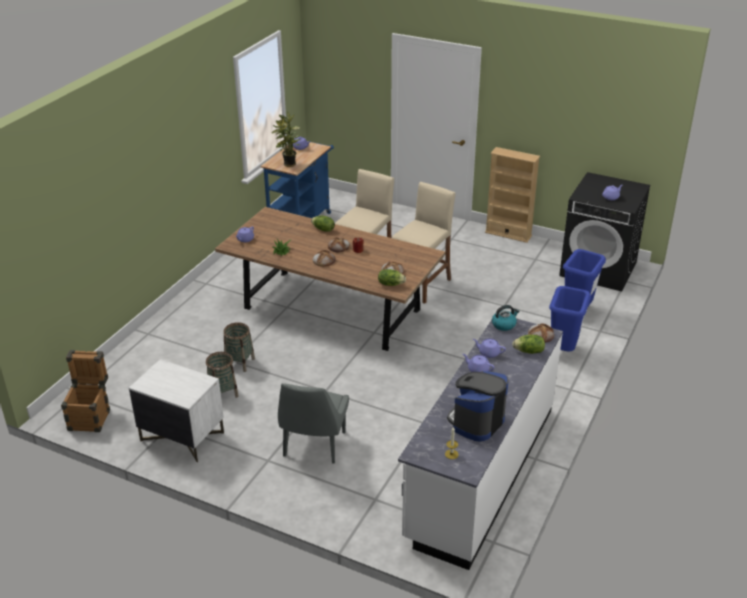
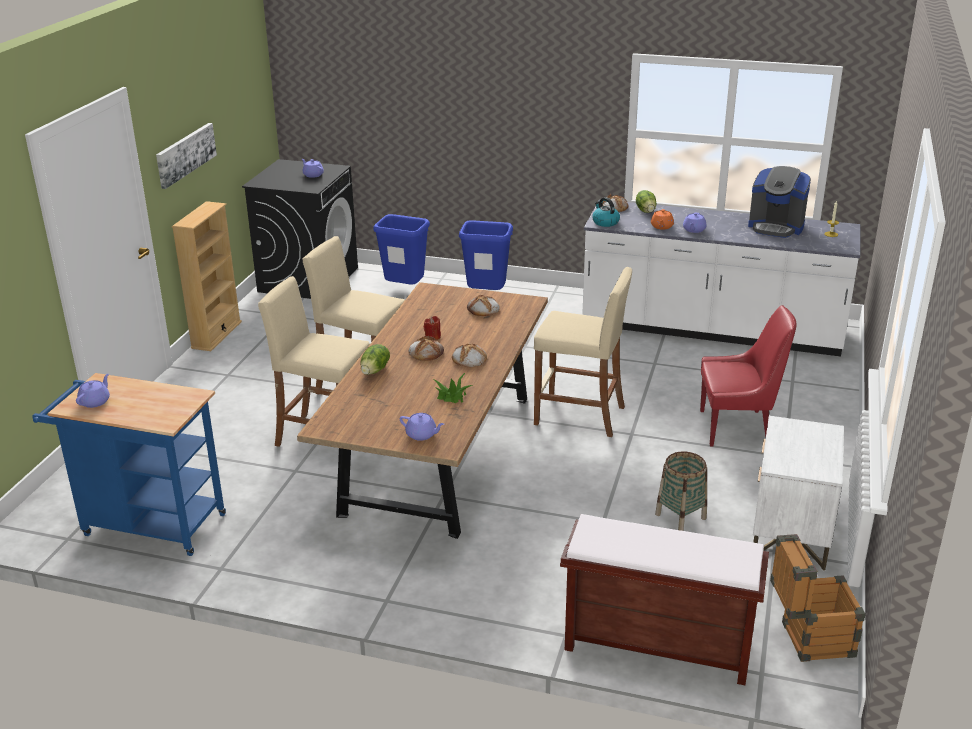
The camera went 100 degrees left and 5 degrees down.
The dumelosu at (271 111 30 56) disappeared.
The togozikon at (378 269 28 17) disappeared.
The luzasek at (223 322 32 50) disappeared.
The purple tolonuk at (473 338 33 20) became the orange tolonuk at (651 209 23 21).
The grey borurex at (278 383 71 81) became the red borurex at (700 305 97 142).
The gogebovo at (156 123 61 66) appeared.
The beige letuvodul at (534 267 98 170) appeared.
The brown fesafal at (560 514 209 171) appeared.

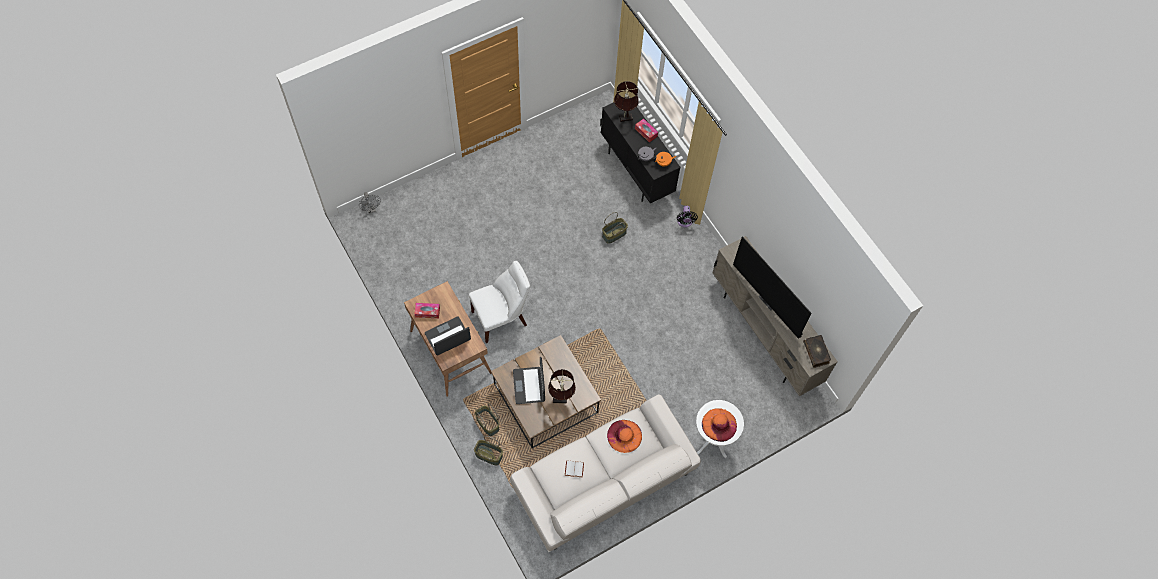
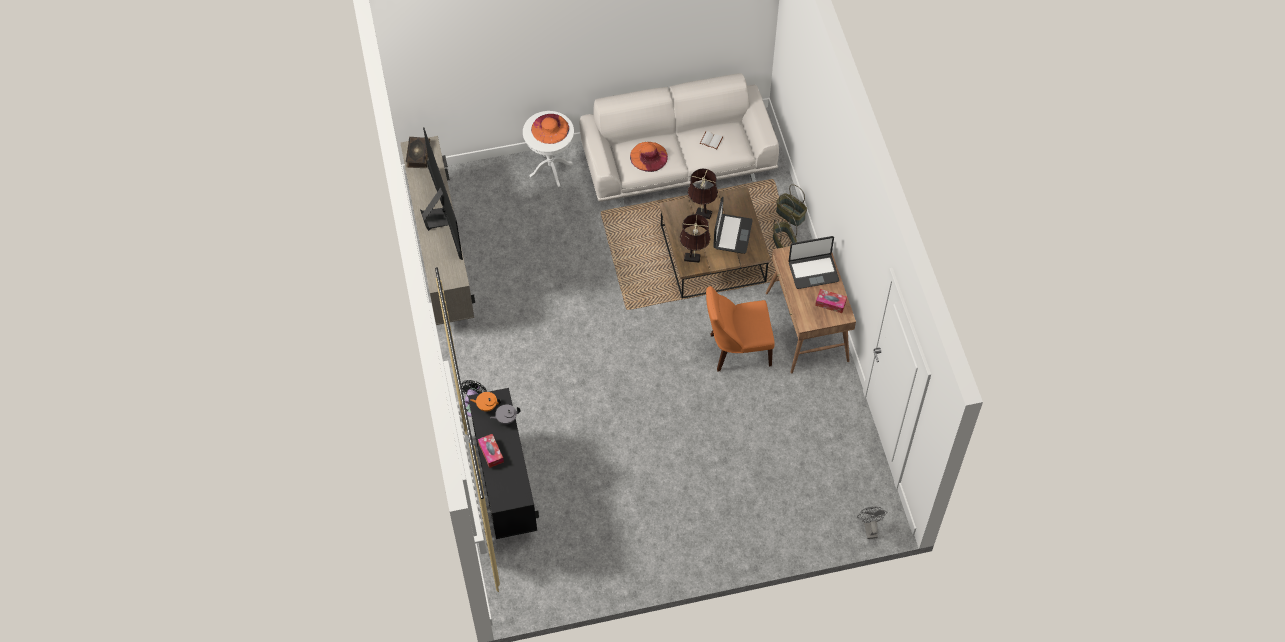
The camera went 160 degrees left and 5 degrees down.
The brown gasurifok moved from (614 81 25 41) to (680 214 31 49).
The luzasek at (602 212 26 32) disappeared.
The white borurex at (469 261 61 82) became the orange borurex at (706 286 69 86).

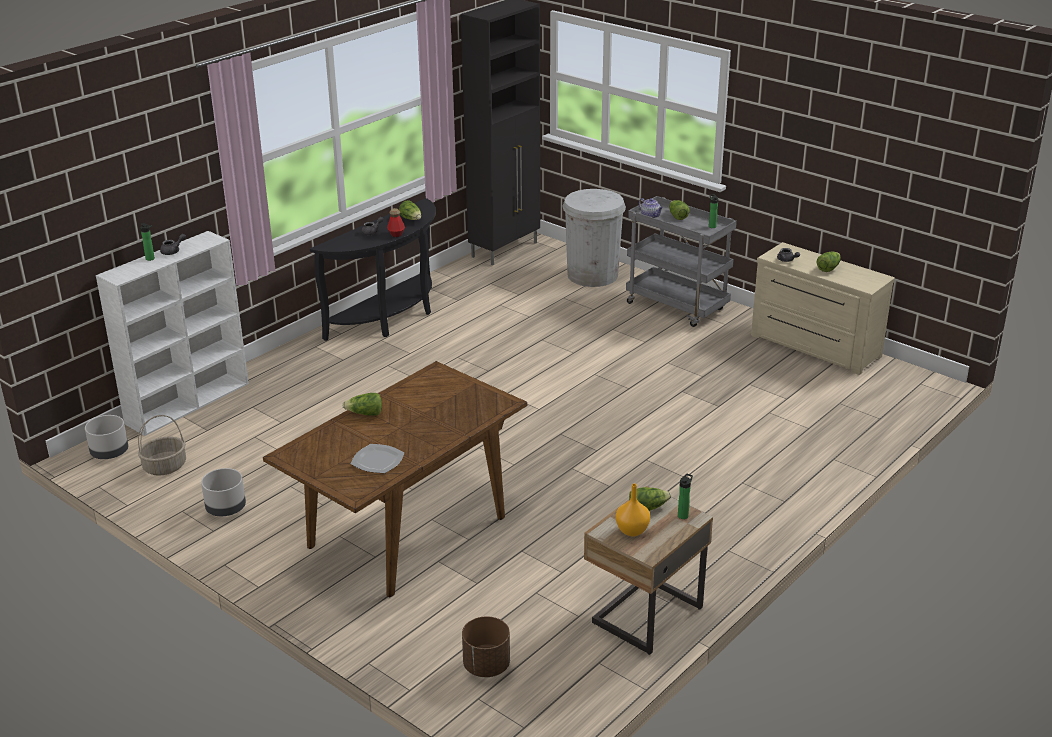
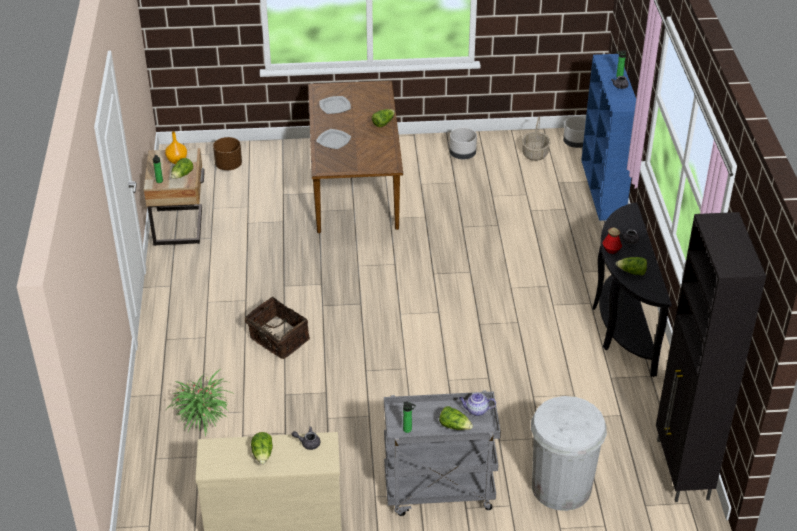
The camera went 135 degrees right and 10 degrees up.
The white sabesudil at (96 231 153 205) became the blue sabesudil at (581 54 55 167).
The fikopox at (316 129 36 20) appeared.
The luzasek at (245 297 65 62) appeared.
The dumelosu at (164 368 71 68) appeared.

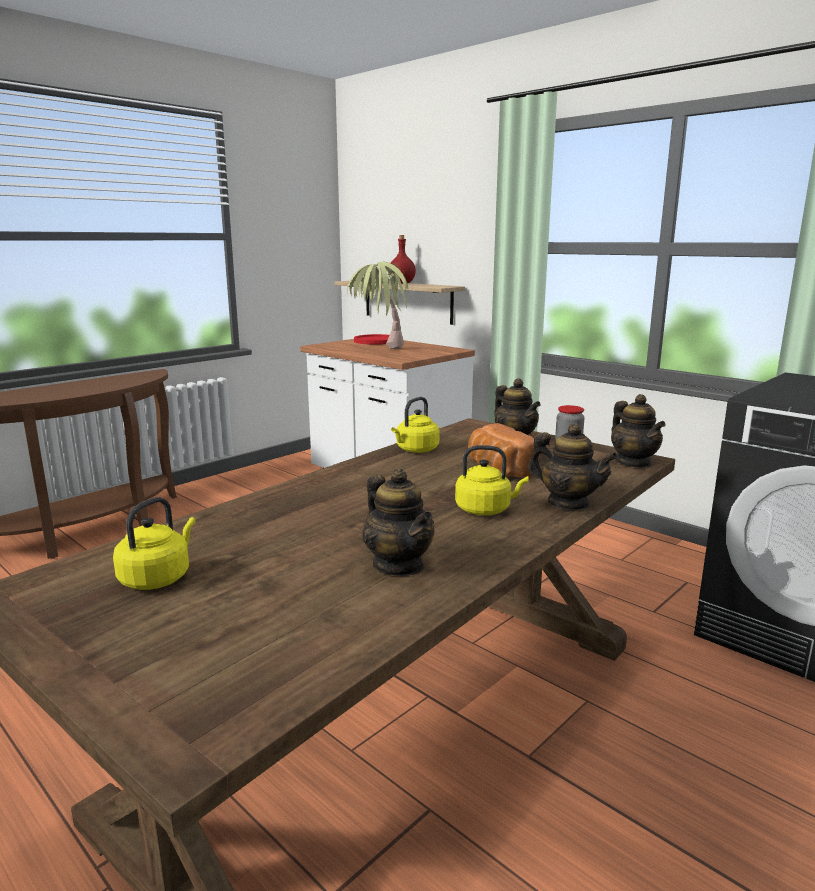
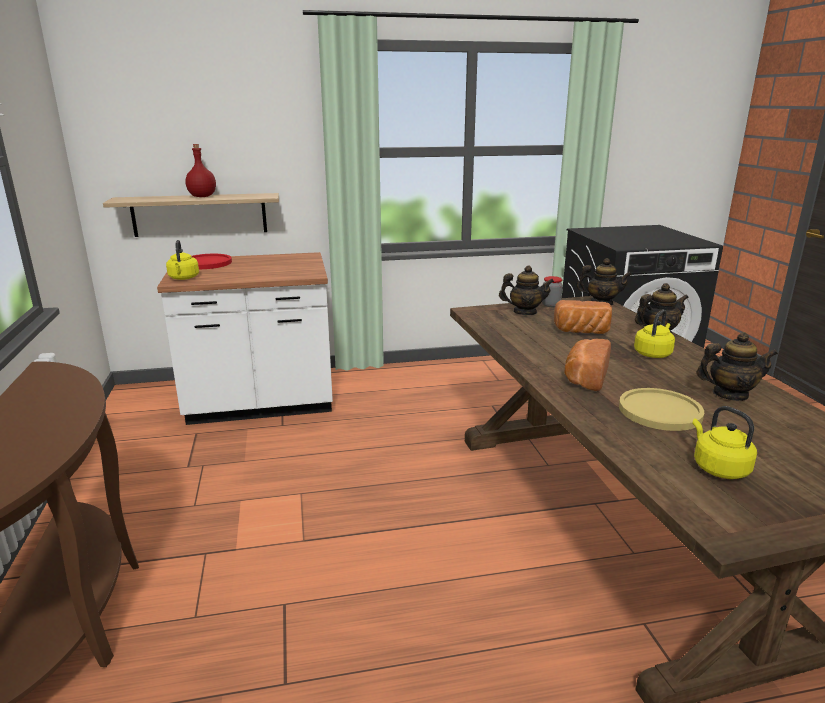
The camera went 55 degrees left and 5 degrees up.
The dumelosu at (347 262 66 87) disappeared.
The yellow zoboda moved from (391 397 49 56) to (166 240 33 40).
The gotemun at (565 339 46 52) appeared.
The yellow fikopox at (619 388 85 43) appeared.

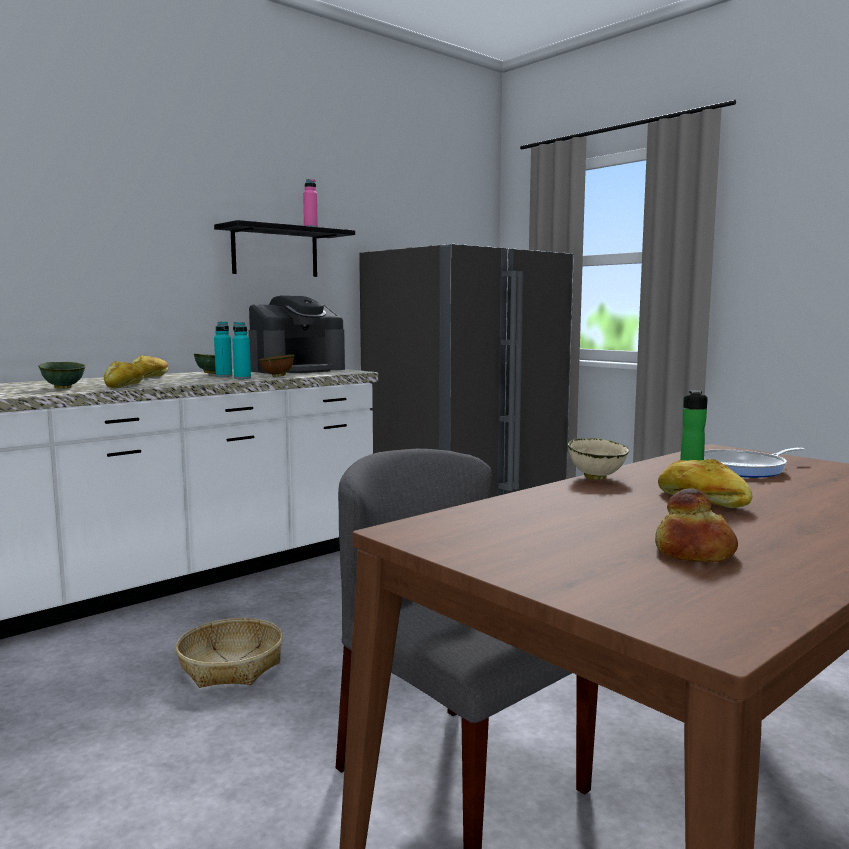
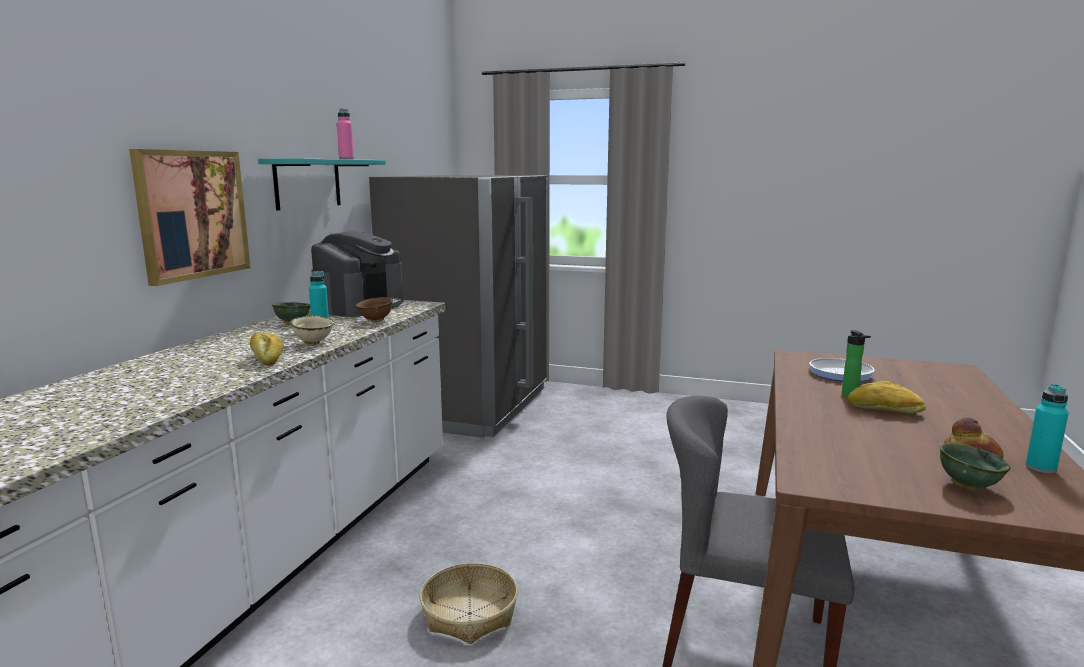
The camera went 30 degrees left and 5 degrees up.
The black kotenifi at (214 220 141 57) became the turquoise kotenifi at (258 158 128 53).
The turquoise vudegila moved from (232 322 19 57) to (1026 384 43 89).
The gotemun at (131 355 38 23) disappeared.
The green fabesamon moved from (38 362 48 27) to (940 443 71 47).
The beige fabesamon moved from (568 438 61 42) to (290 315 44 30).
The gogebovo at (129 149 122 137) appeared.

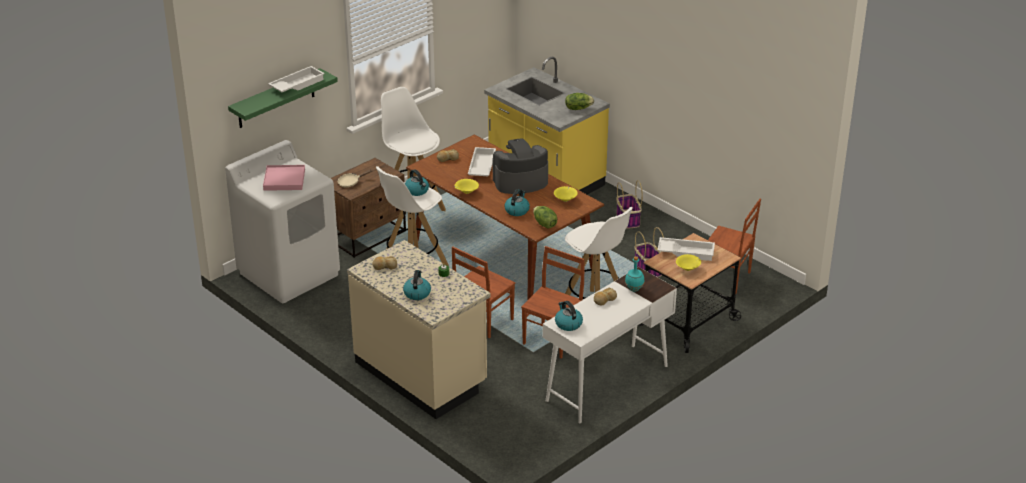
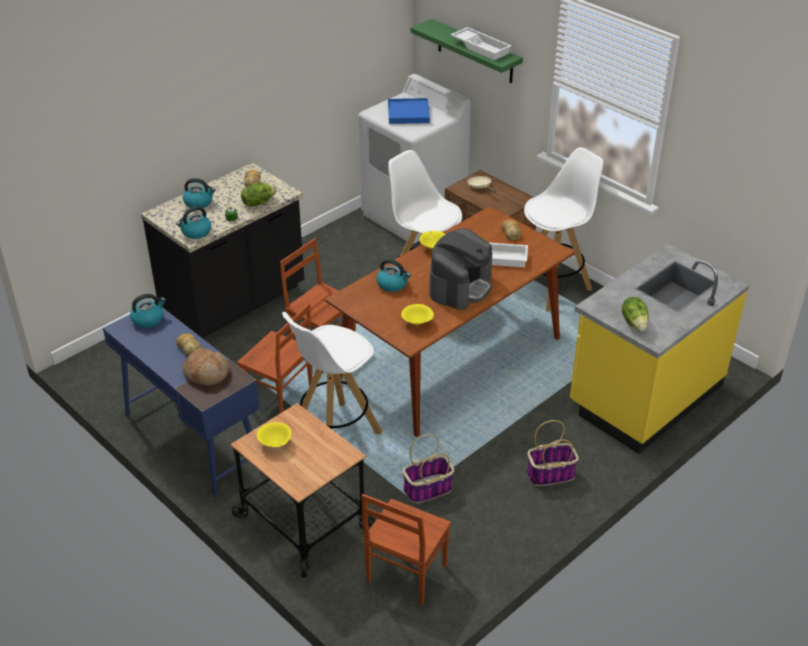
The camera went 90 degrees right and 5 degrees up.
The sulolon at (493 138 55 56) turned 45 degrees clockwise.
The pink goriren at (263 165 42 26) became the blue goriren at (388 98 42 26).
The zoboda moved from (405 169 24 27) to (176 206 35 33).
The togozikon moved from (533 206 24 22) to (241 183 36 24).
The white goriren at (658 237 57 24) disappeared.
The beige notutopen at (347 240 144 179) became the black notutopen at (141 163 163 175).
The turquoise vudegila at (625 256 20 35) was replaced by the gotemun at (183 348 47 38).
The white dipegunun at (543 267 134 156) became the blue dipegunun at (103 307 156 189).

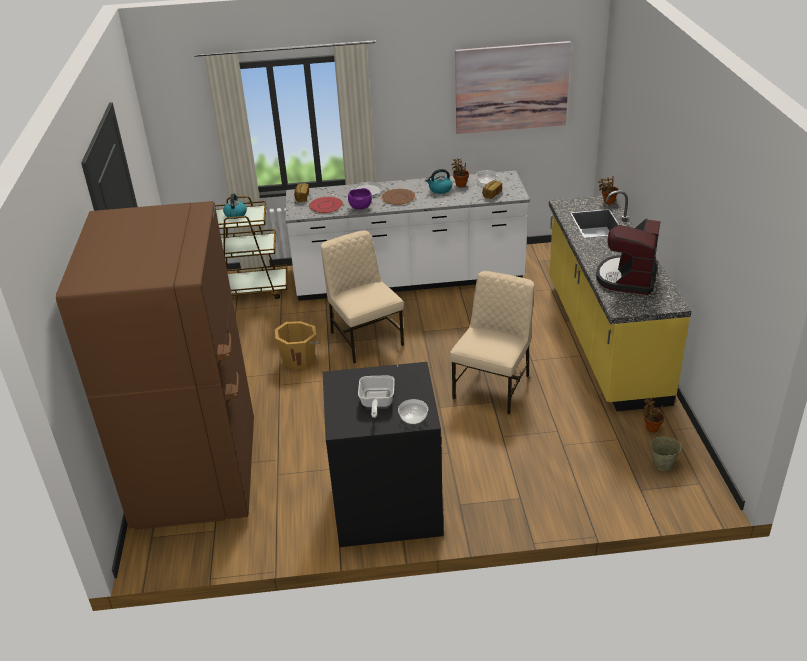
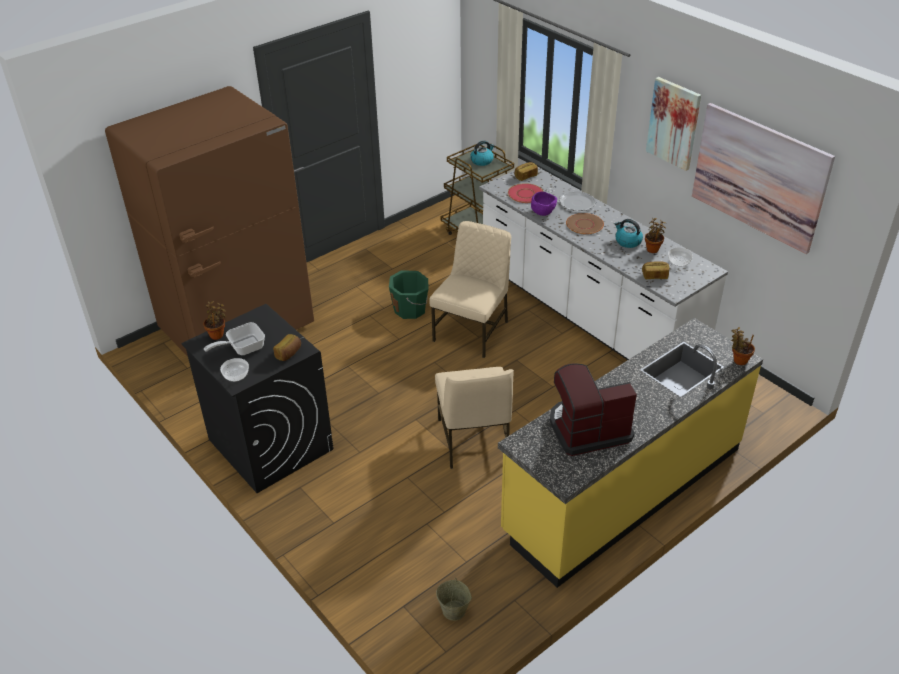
The camera went 55 degrees right and 5 degrees up.
The beige borurex at (450 271 84 143) turned 90 degrees clockwise.
The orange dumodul at (275 321 45 49) became the green dumodul at (389 270 39 49).
The dumelosu moved from (644 398 20 34) to (203 301 23 39).
The gogebovo at (646 77 55 94) appeared.
The gotemun at (273 334 28 27) appeared.

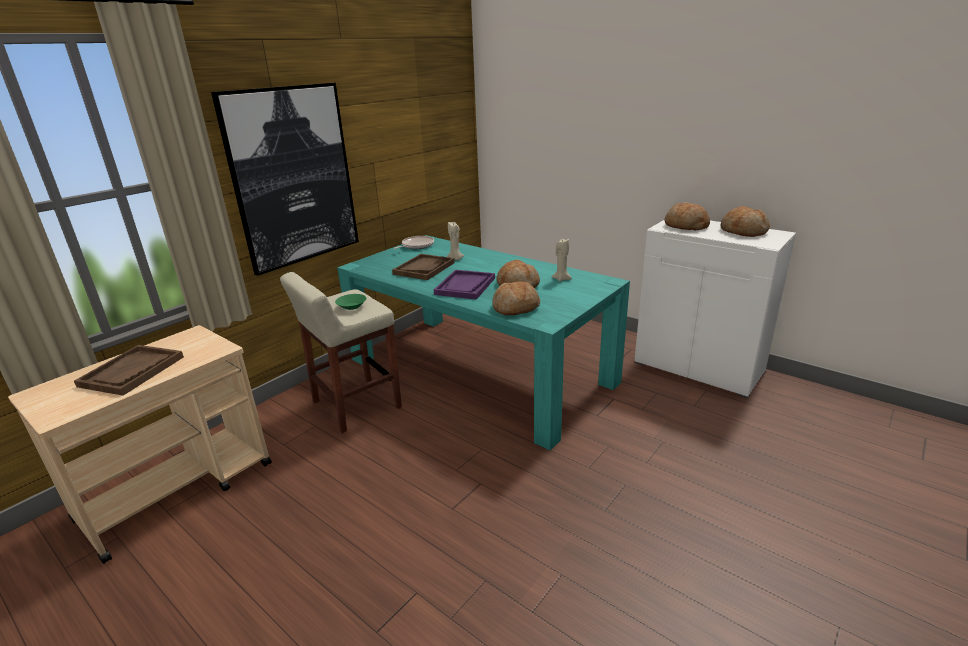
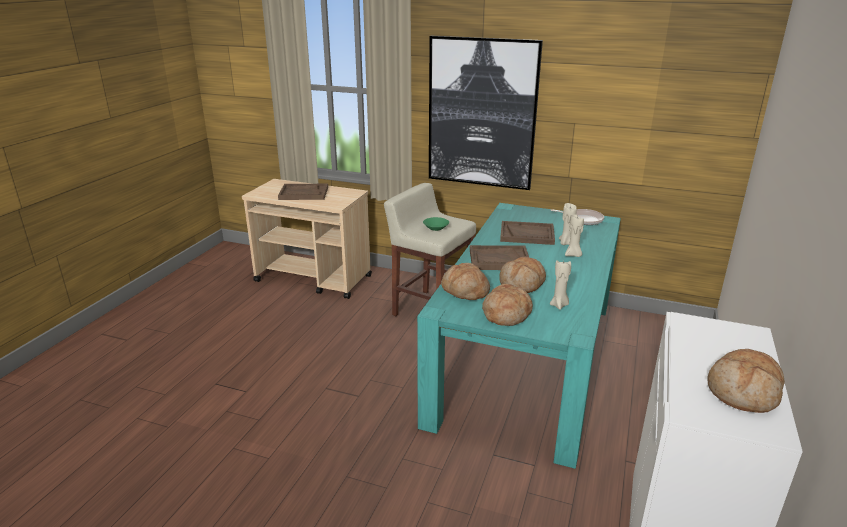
The camera went 70 degrees right and 0 degrees up.
The gotemun moved from (664 202 46 28) to (482 284 51 42).
The purple goriren at (434 270 61 30) became the brown goriren at (470 245 59 25).
The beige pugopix at (565 214 19 43) appeared.

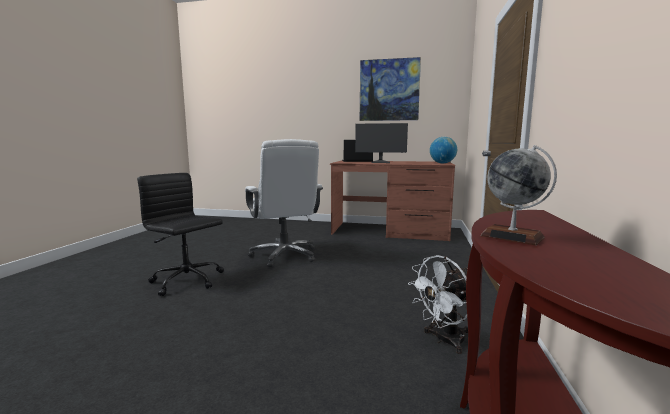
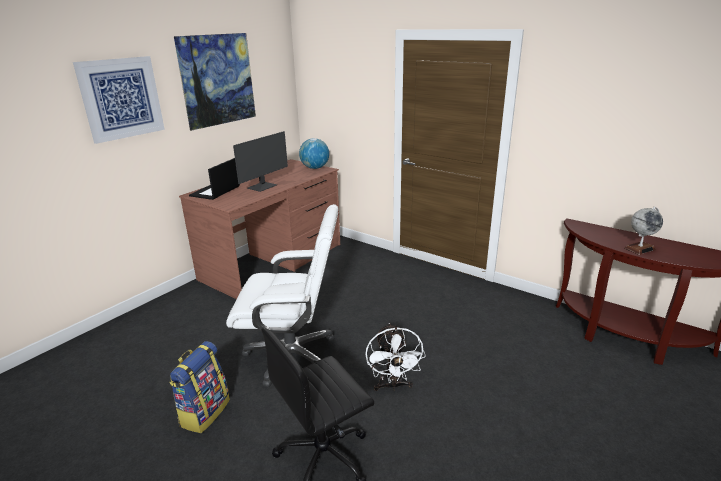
The camera went 65 degrees left and 15 degrees up.
The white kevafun moved from (408 255 60 99) to (365 323 61 68).
The gogebovo at (73 56 92 88) appeared.
The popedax at (169 341 61 92) appeared.

